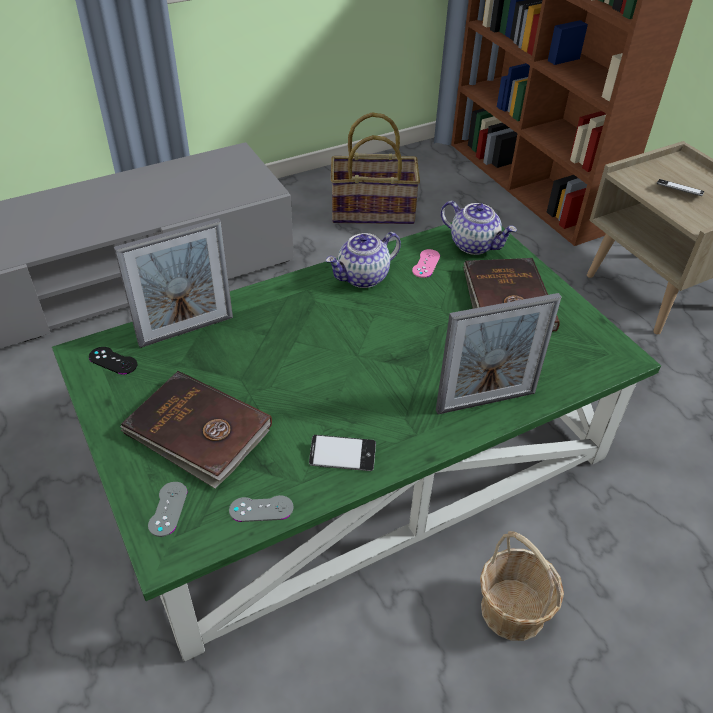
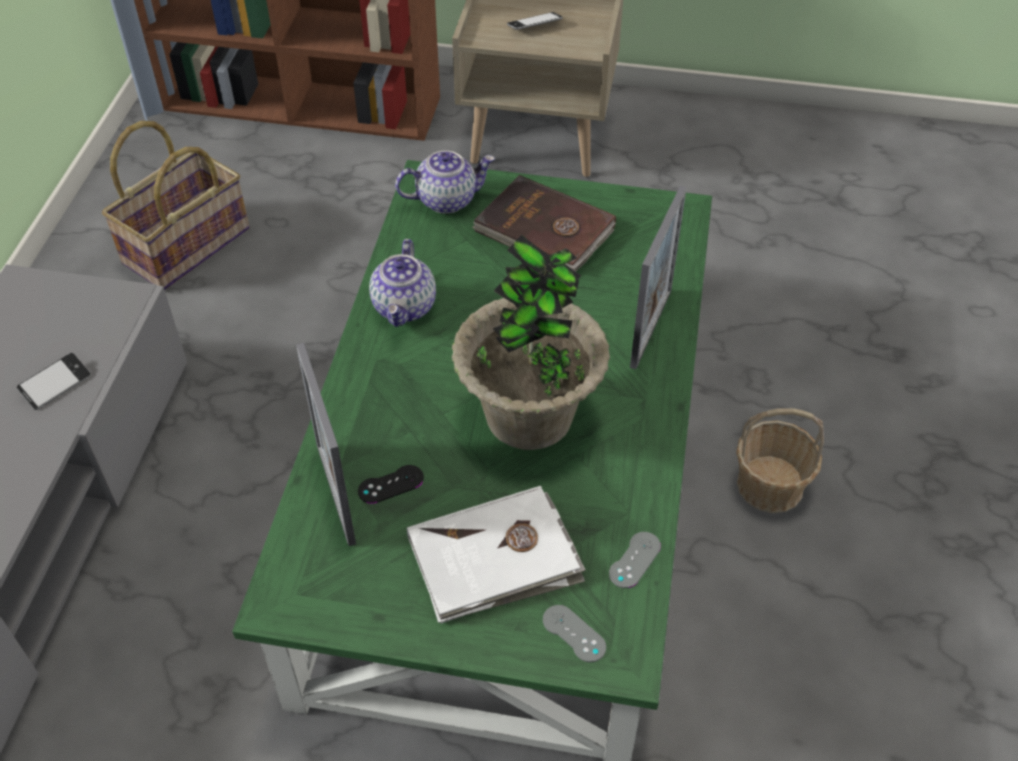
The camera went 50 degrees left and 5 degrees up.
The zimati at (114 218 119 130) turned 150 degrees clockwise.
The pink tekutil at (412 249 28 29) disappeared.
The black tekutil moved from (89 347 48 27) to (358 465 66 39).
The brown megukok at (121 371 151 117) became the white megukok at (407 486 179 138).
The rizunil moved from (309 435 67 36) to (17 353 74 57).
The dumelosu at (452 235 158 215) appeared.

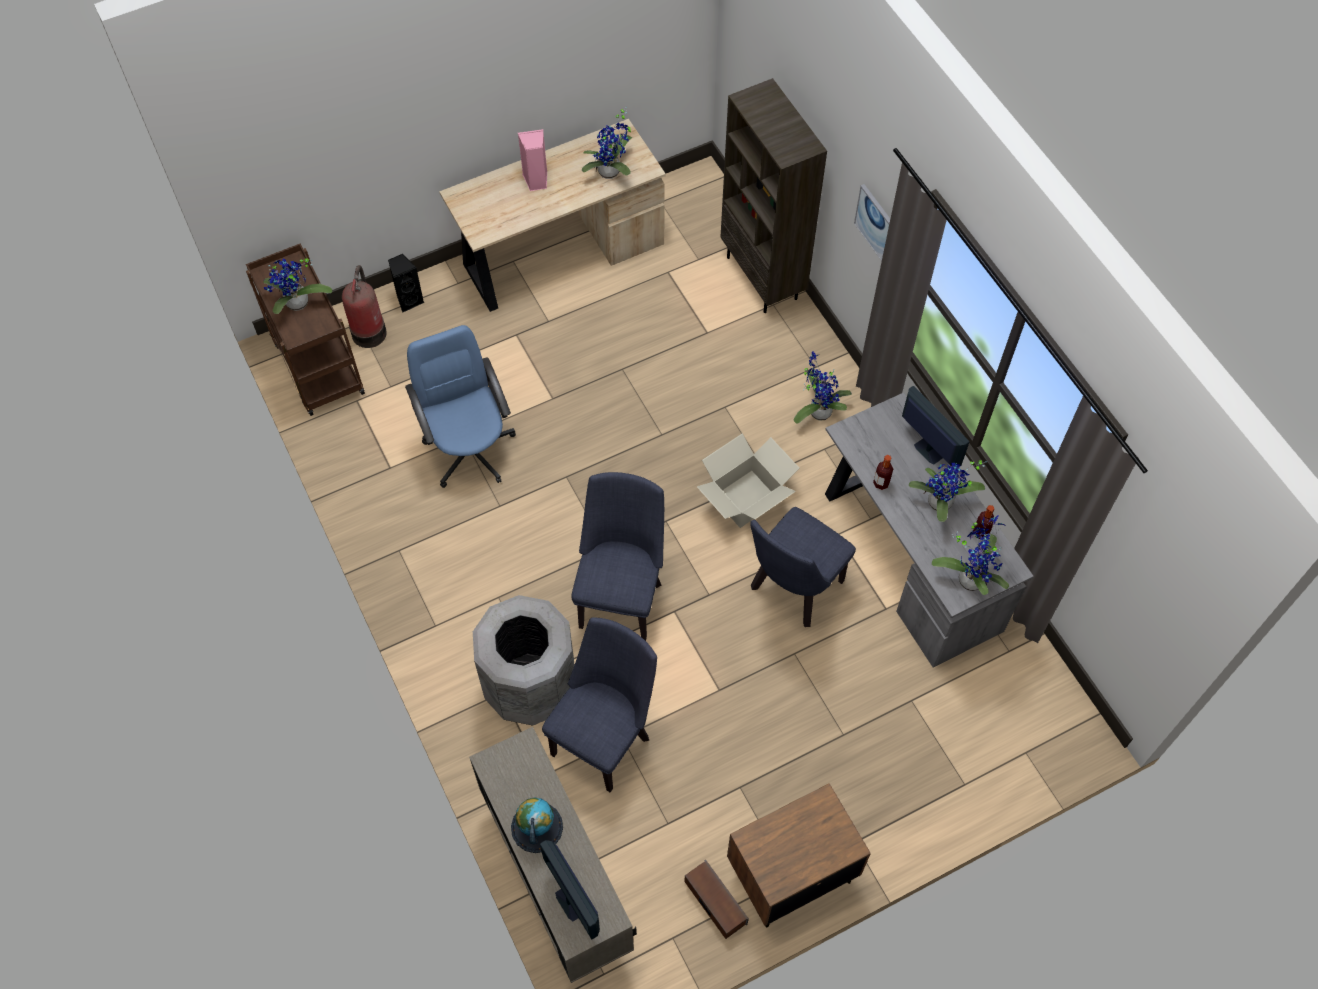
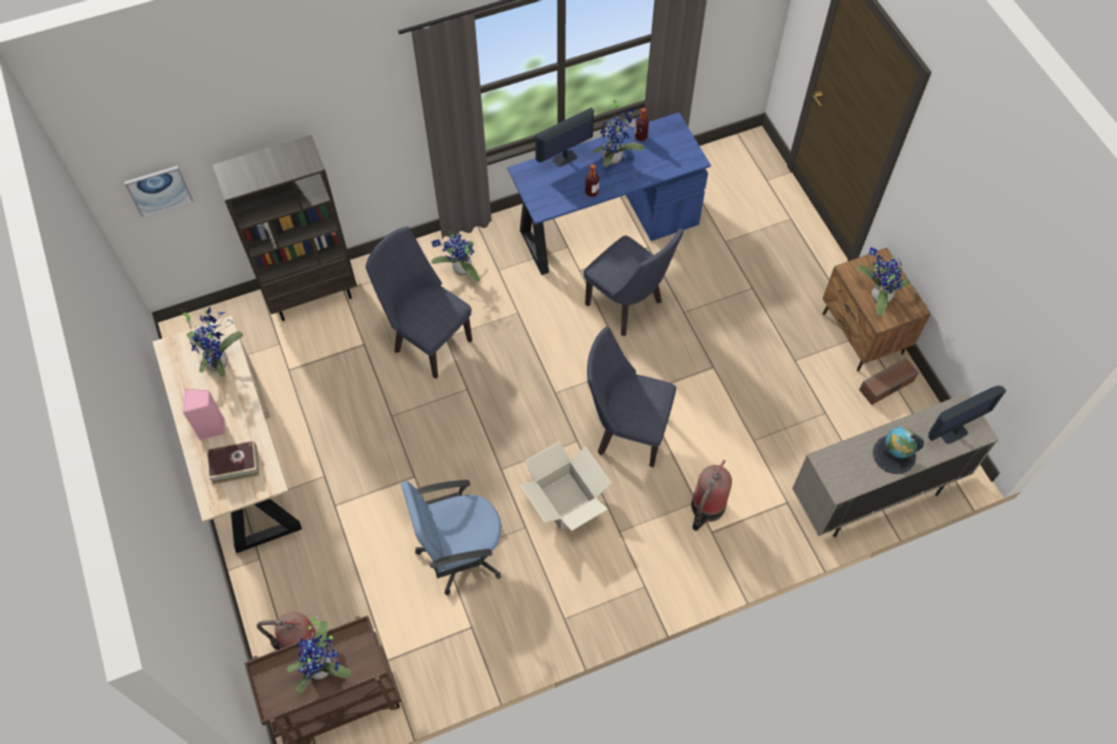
The camera went 85 degrees left and 0 degrees up.
The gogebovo moved from (854 184 36 77) to (124 166 69 51).
The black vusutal at (388 254 37 59) disappeared.
The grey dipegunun at (825 393 209 275) became the blue dipegunun at (507 113 204 162).
The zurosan moved from (697 434 102 94) to (519 441 93 90).
The dumelosu moved from (932 515 77 80) to (857 247 53 69).
The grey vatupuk at (473 595 101 131) was replaced by the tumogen at (691 460 41 71).
The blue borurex moved from (542 617 115 175) to (366 226 106 153).
The megukok at (206 441 54 43) appeared.

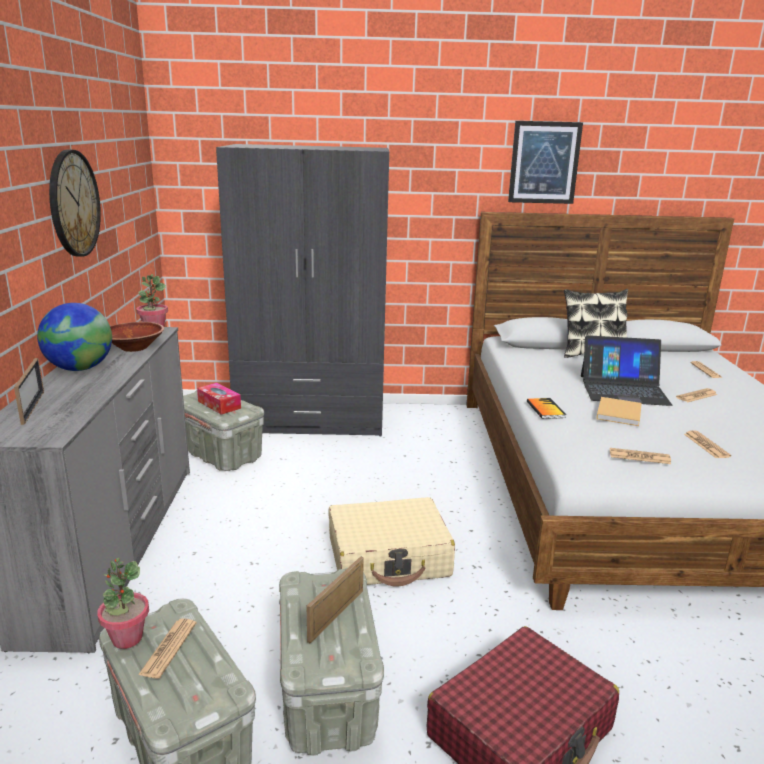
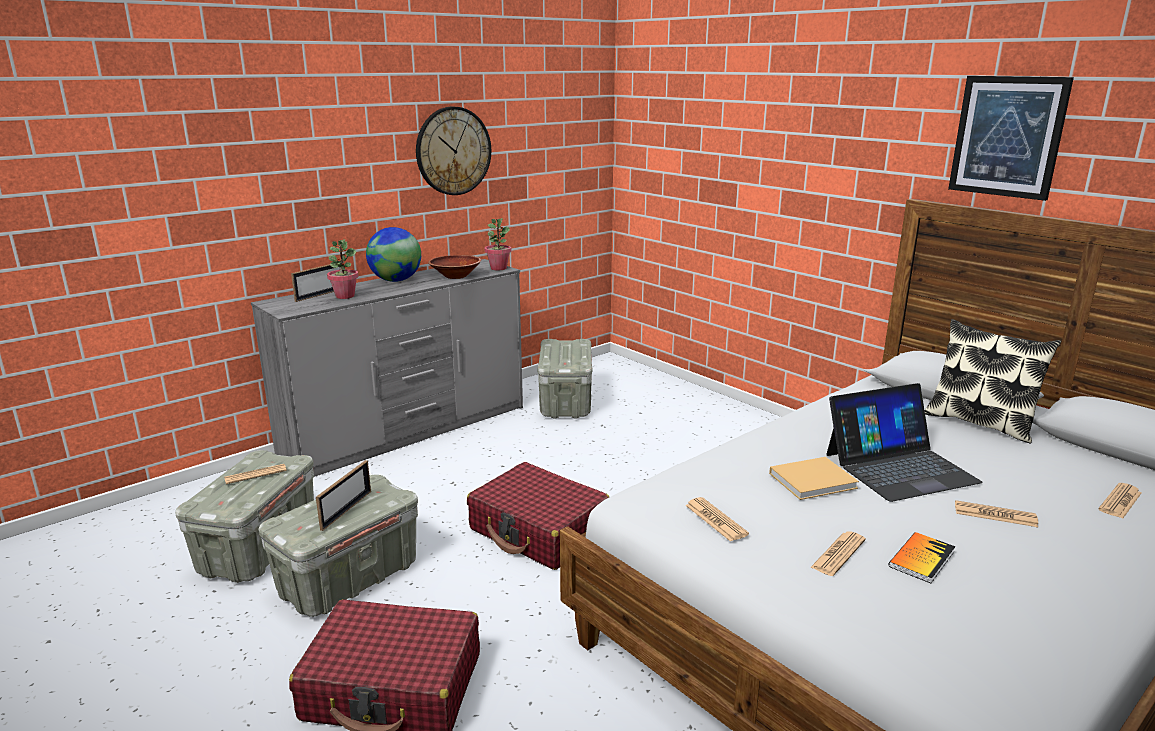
The camera went 50 degrees right and 0 degrees up.
The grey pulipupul at (216 144 173 292) disappeared.
The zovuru at (581 335 91 71) turned 75 degrees counterclockwise.
The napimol at (197 383 44 32) disappeared.
The megukok moved from (527 398 39 21) to (889 532 66 51).
The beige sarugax at (329 497 126 89) became the red sarugax at (467 462 142 108).
The zimati at (306 556 58 87) turned 120 degrees clockwise.
The dumelosu moved from (97 558 52 91) to (327 239 32 60).

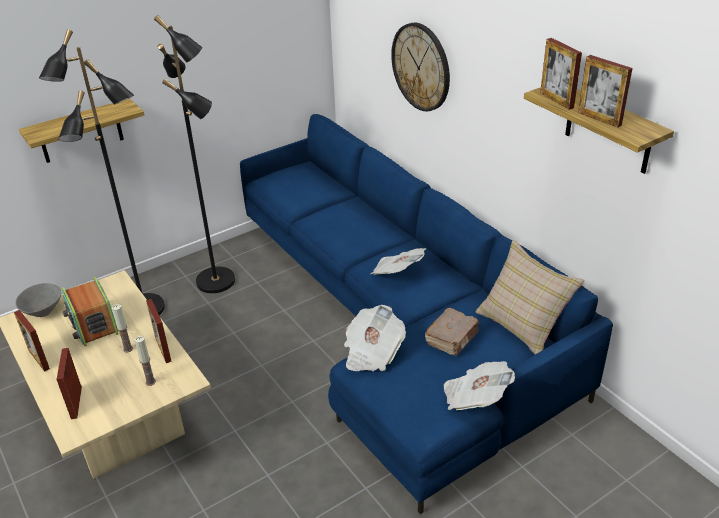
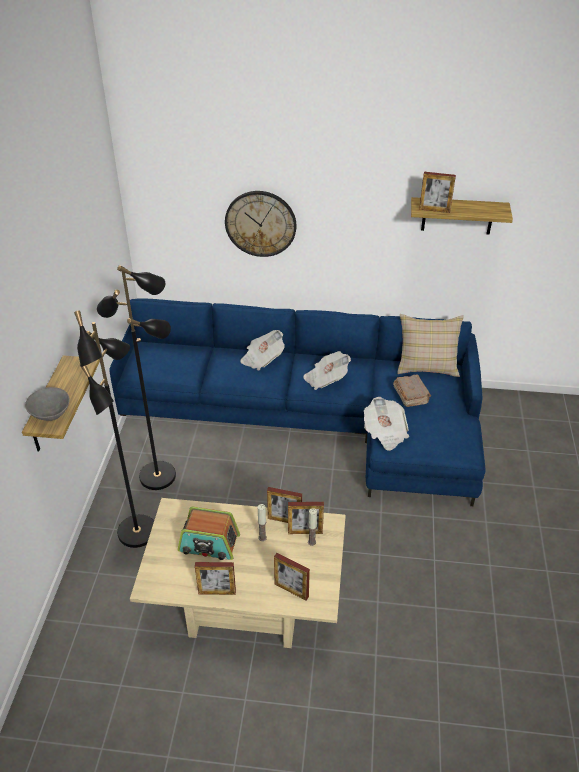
The camera went 50 degrees left and 5 degrees up.
The zimati moved from (578 55 55 73) to (288 502 36 32).
The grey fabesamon moved from (15 283 46 34) to (25 387 45 34).
The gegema moved from (443 361 72 49) to (240 330 45 40).

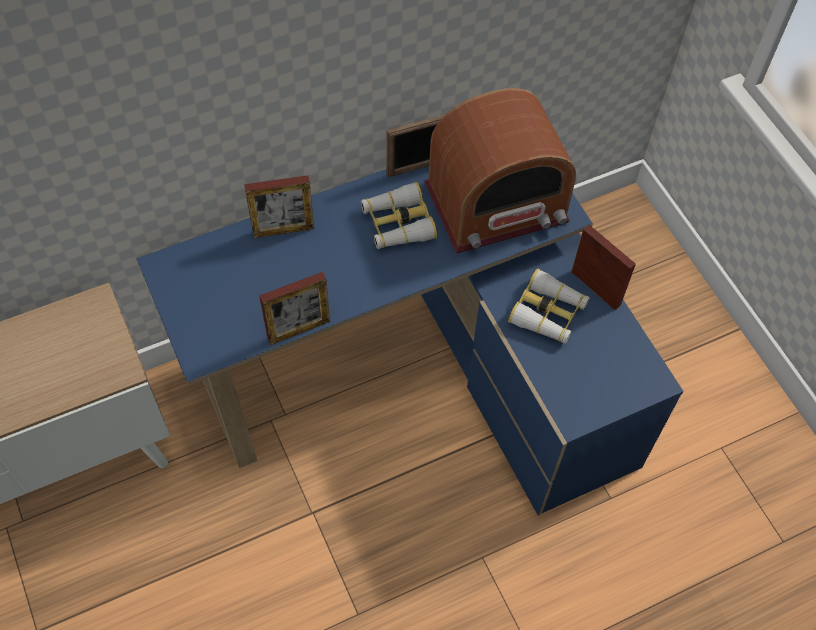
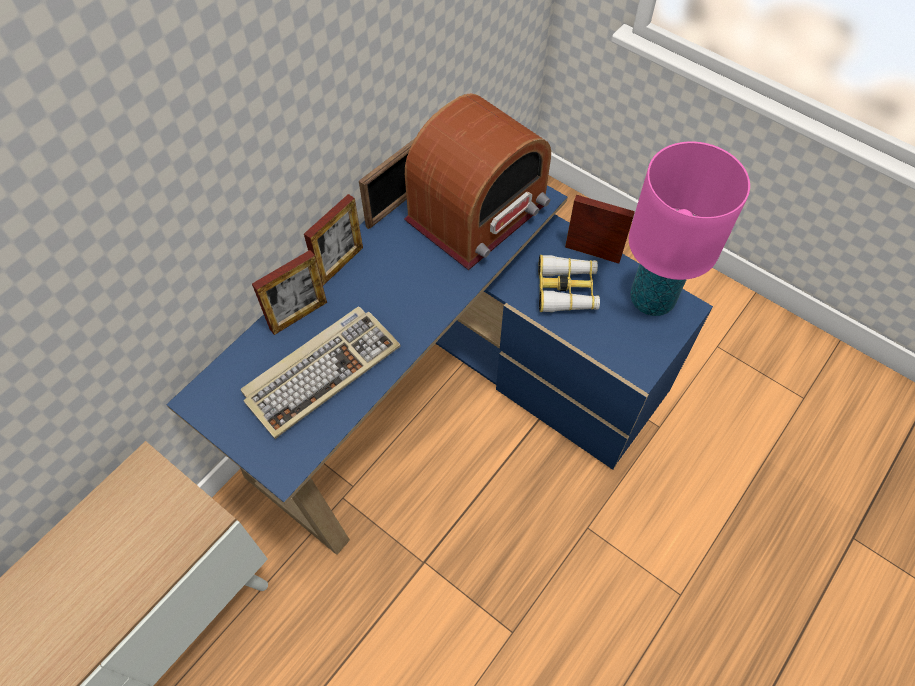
The camera went 25 degrees left and 0 degrees up.
The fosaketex at (361 182 76 67) disappeared.
The zimati moved from (259 272 71 73) to (304 194 59 92).
The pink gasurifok at (629 142 121 174) appeared.
The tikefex at (241 307 160 132) appeared.

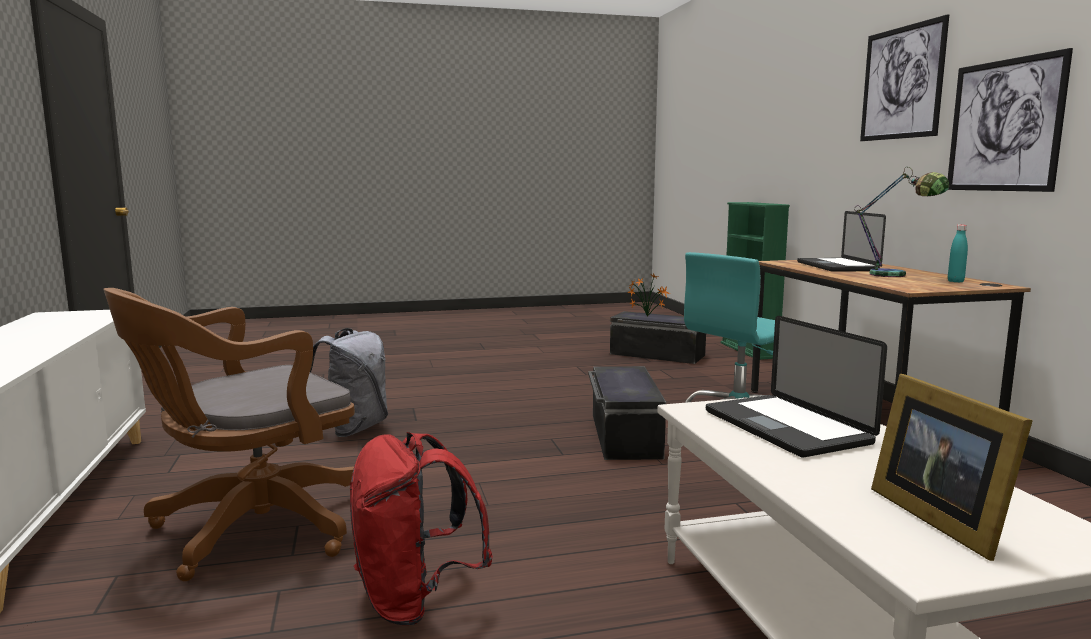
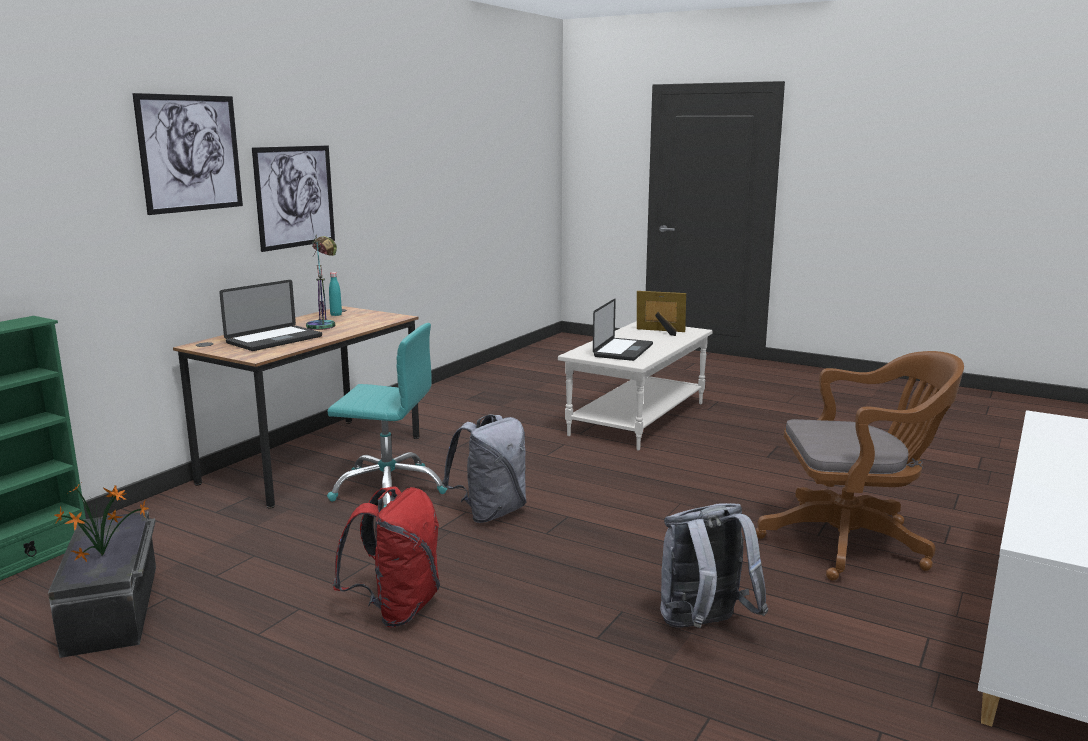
The camera went 135 degrees left and 5 degrees up.
The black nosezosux at (588 366 78 94) was replaced by the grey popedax at (442 414 84 109).
The zimati at (871 374 162 187) turned 105 degrees counterclockwise.
The red popedax moved from (350 432 143 193) to (332 486 108 141).

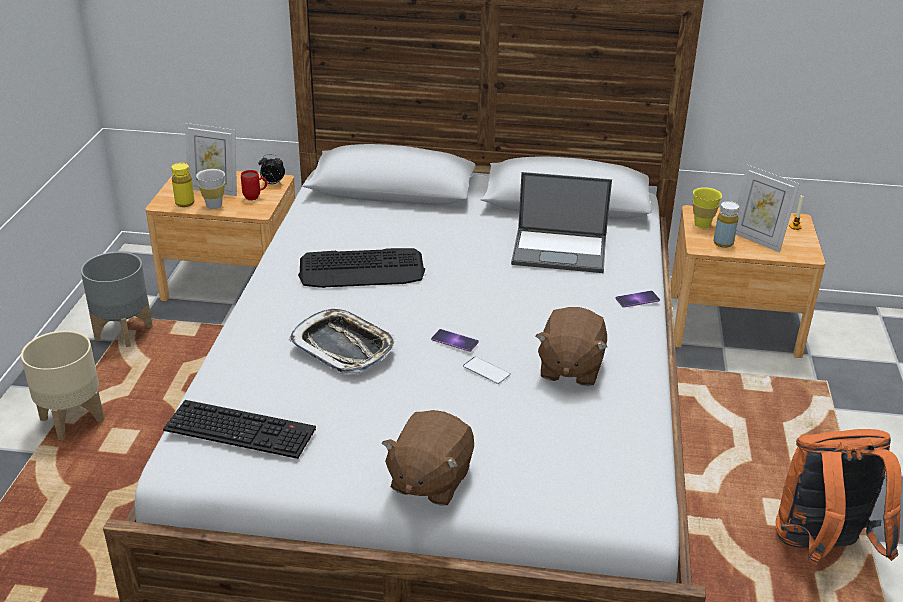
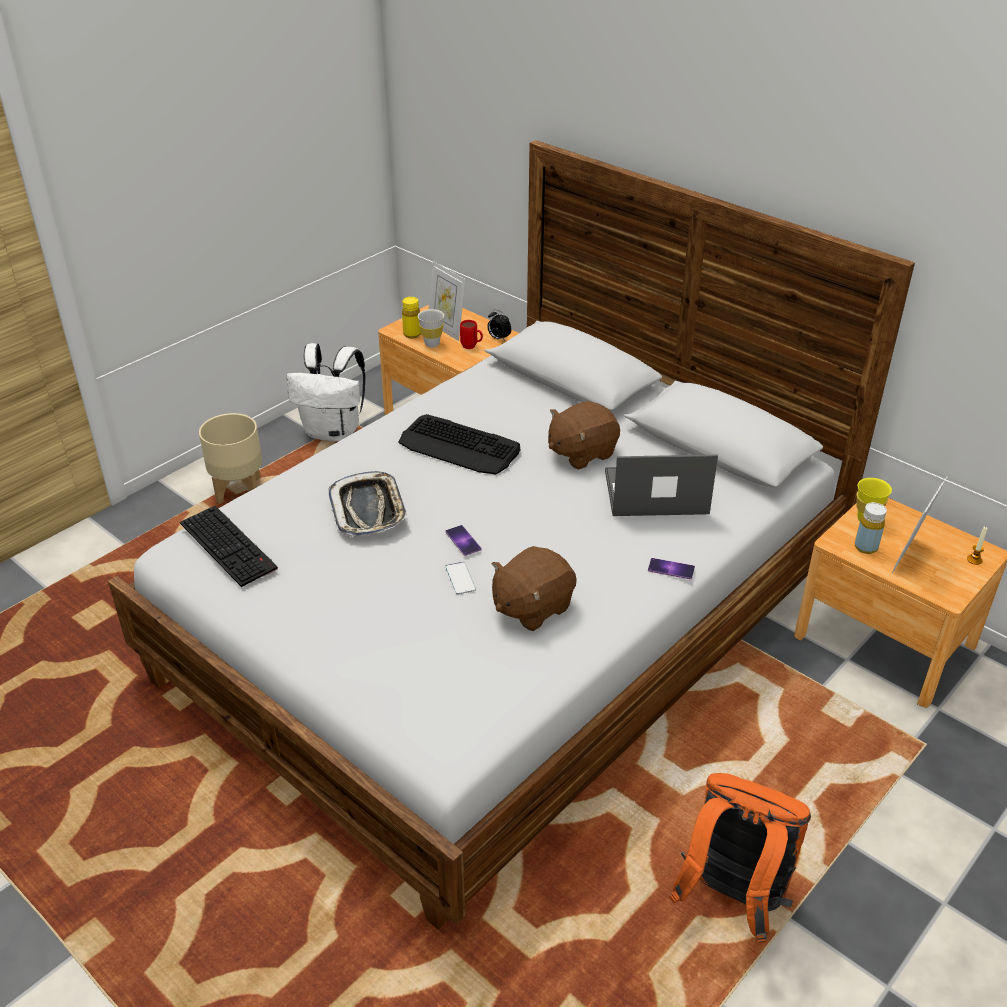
The camera went 35 degrees right and 5 degrees up.
The zimati at (736 165 64 87) turned 45 degrees clockwise.
The zovuru at (511 172 101 101) turned 135 degrees clockwise.
The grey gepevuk at (81 252 72 95) was replaced by the white popedax at (287 343 78 99).
The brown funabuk moved from (382 410 92 96) to (548 401 72 69).

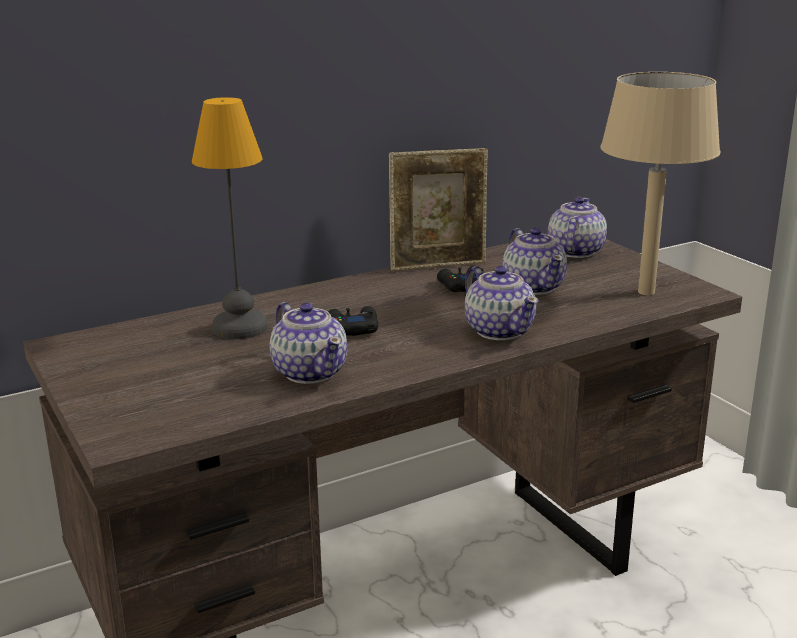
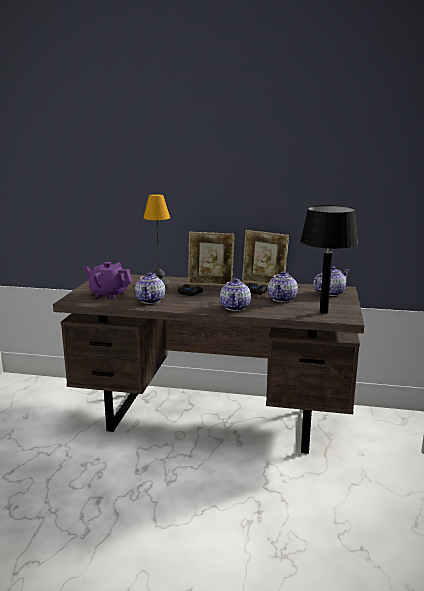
The camera went 40 degrees right and 5 degrees down.
The beige gasurifok at (600 72 121 223) became the black gasurifok at (300 205 58 109).
The zimati at (188 232 47 54) appeared.
The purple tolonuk at (83 262 49 37) appeared.

